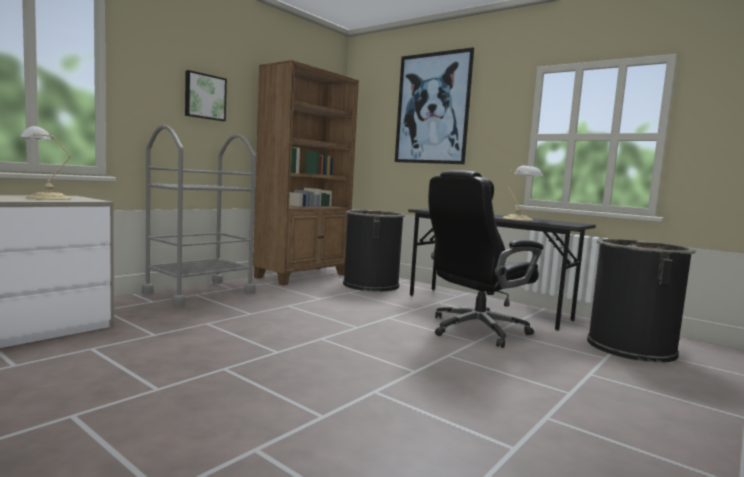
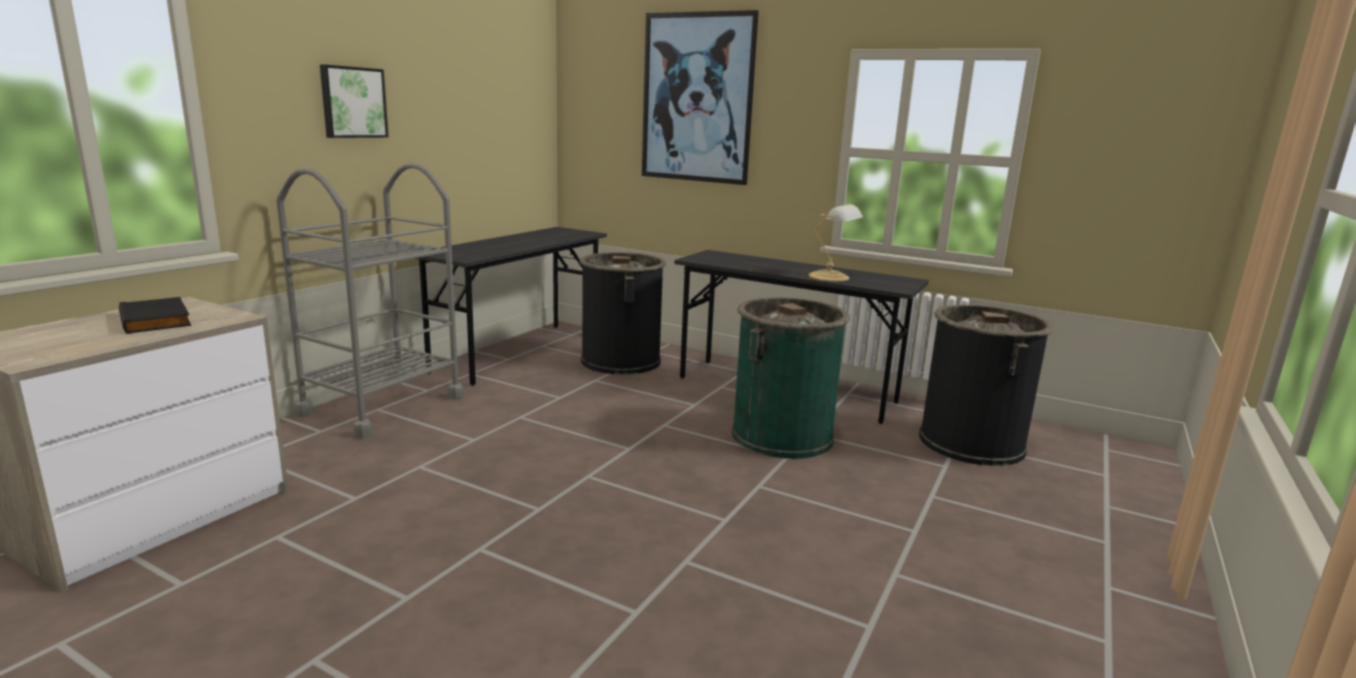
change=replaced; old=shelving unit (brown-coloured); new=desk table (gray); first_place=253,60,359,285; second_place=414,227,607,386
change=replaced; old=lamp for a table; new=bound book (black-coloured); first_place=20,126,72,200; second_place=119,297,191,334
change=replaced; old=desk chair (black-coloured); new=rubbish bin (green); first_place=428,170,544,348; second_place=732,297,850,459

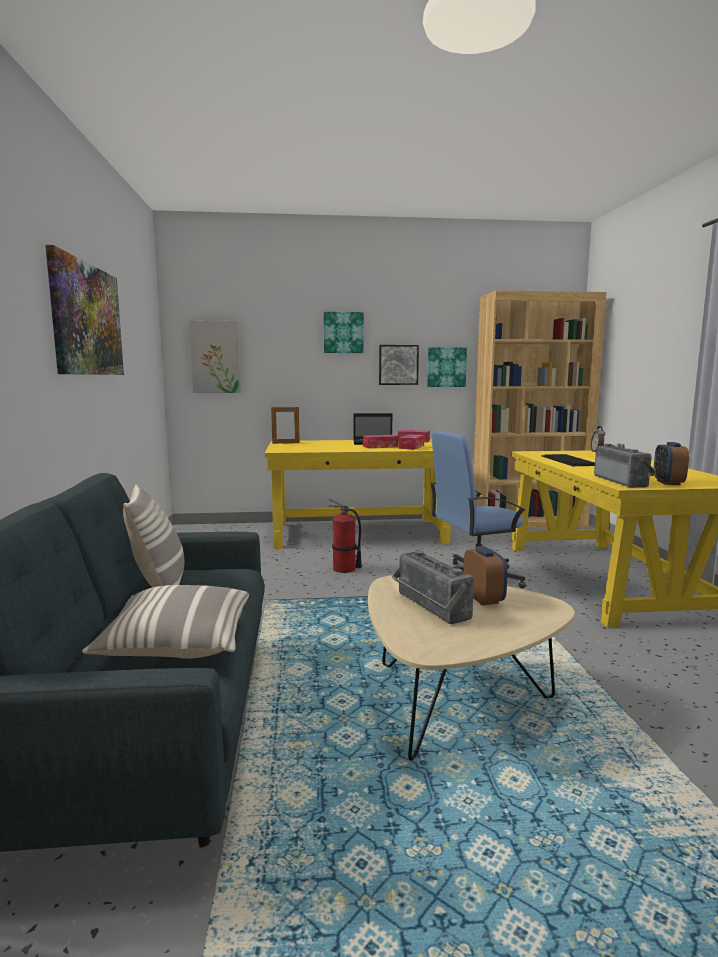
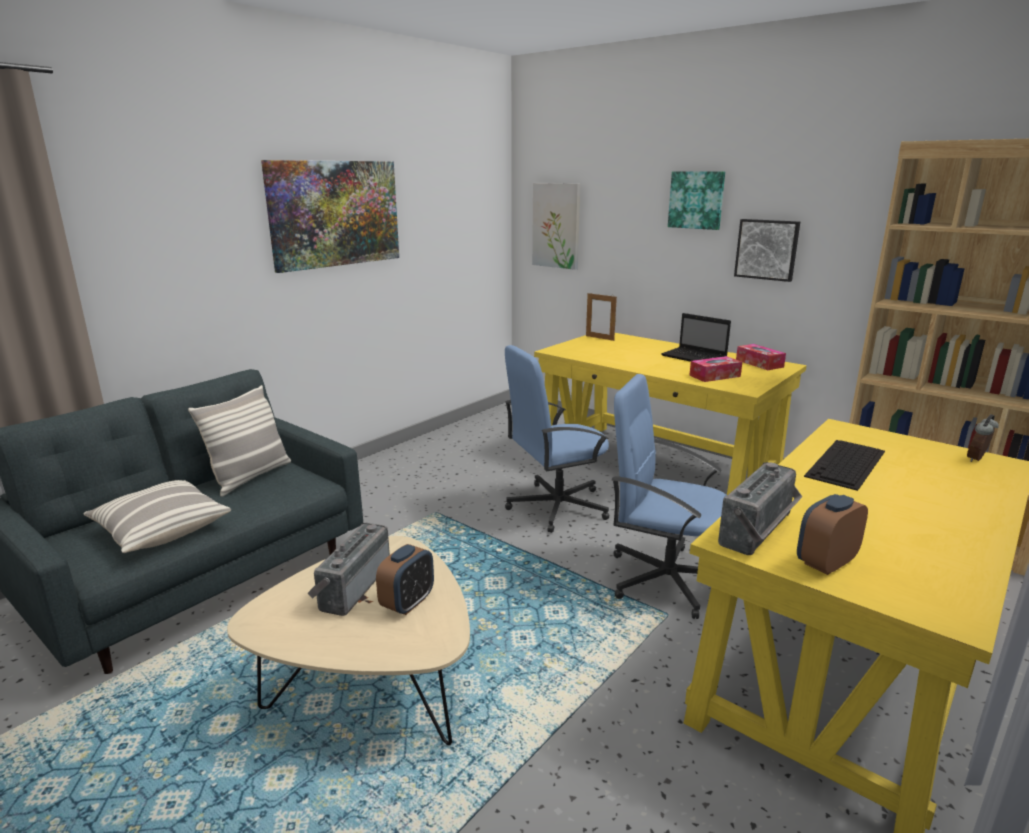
change=removed; old=wall art; first_place=427,347,467,387
change=removed; old=tissue holder; first_place=363,435,399,448
change=replaced; old=extinguisher; new=desk chair (bluish); first_place=328,498,362,573; second_place=505,345,610,533

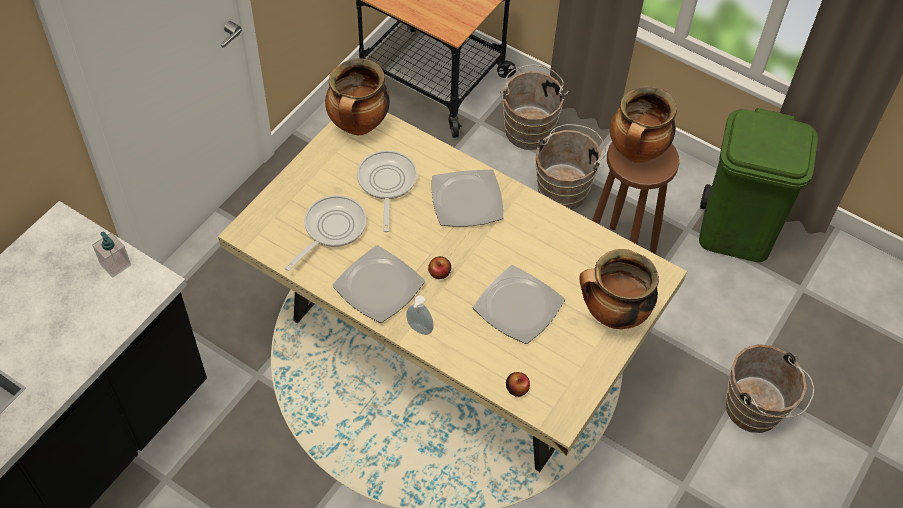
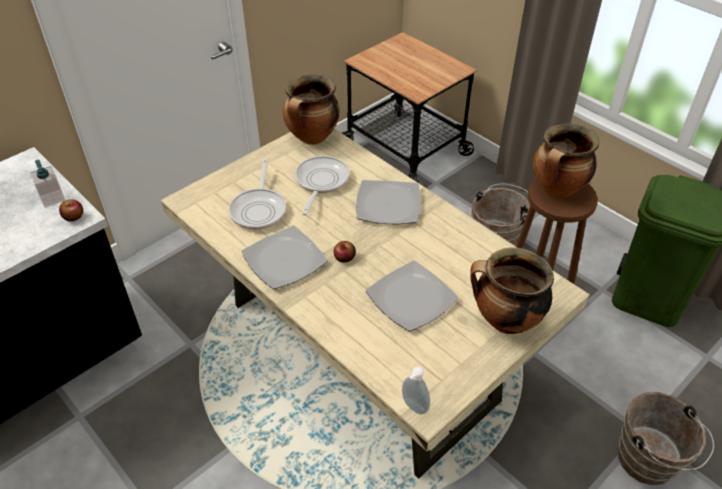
change=removed; old=bucket (brown-coloured); first_place=500,65,569,150
change=turned; old=pan; first_place=285,195,367,271; second_place=229,158,286,230; degrees=135
change=moved; old=soap dispenser; first_place=406,295,434,335; second_place=402,367,430,415
change=moved; old=apple; first_place=506,372,530,397; second_place=59,199,83,221

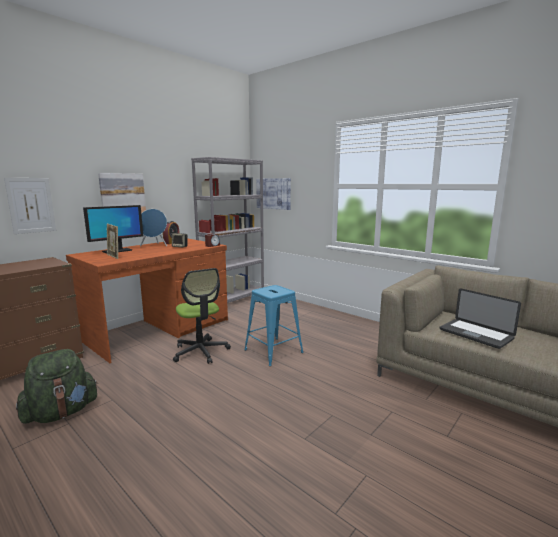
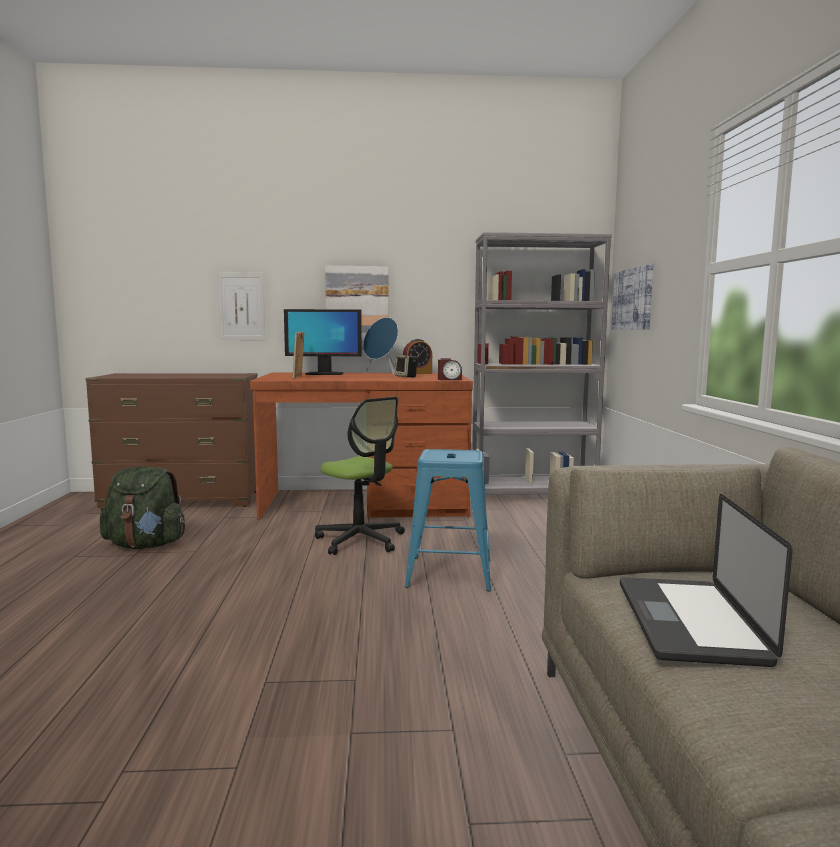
change=turned; old=desk chair; first_place=173,268,231,364; second_place=315,396,405,555; degrees=-60

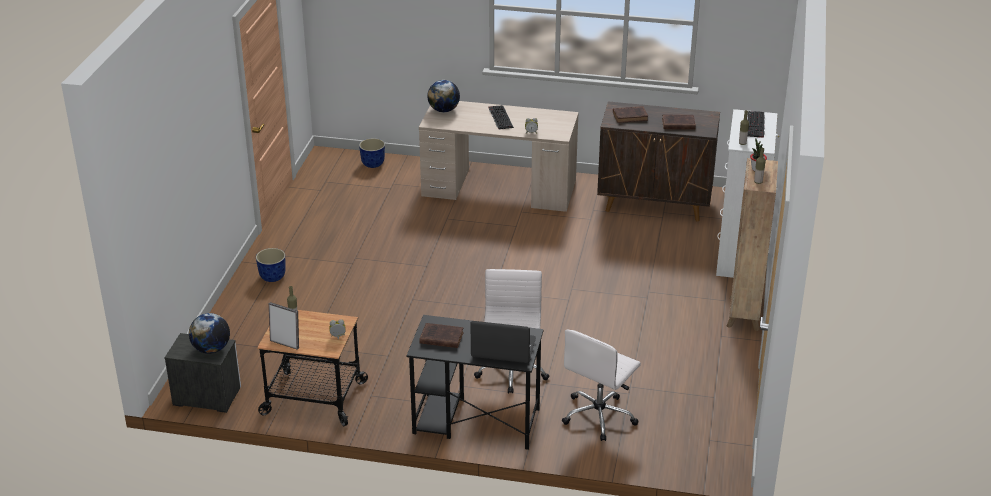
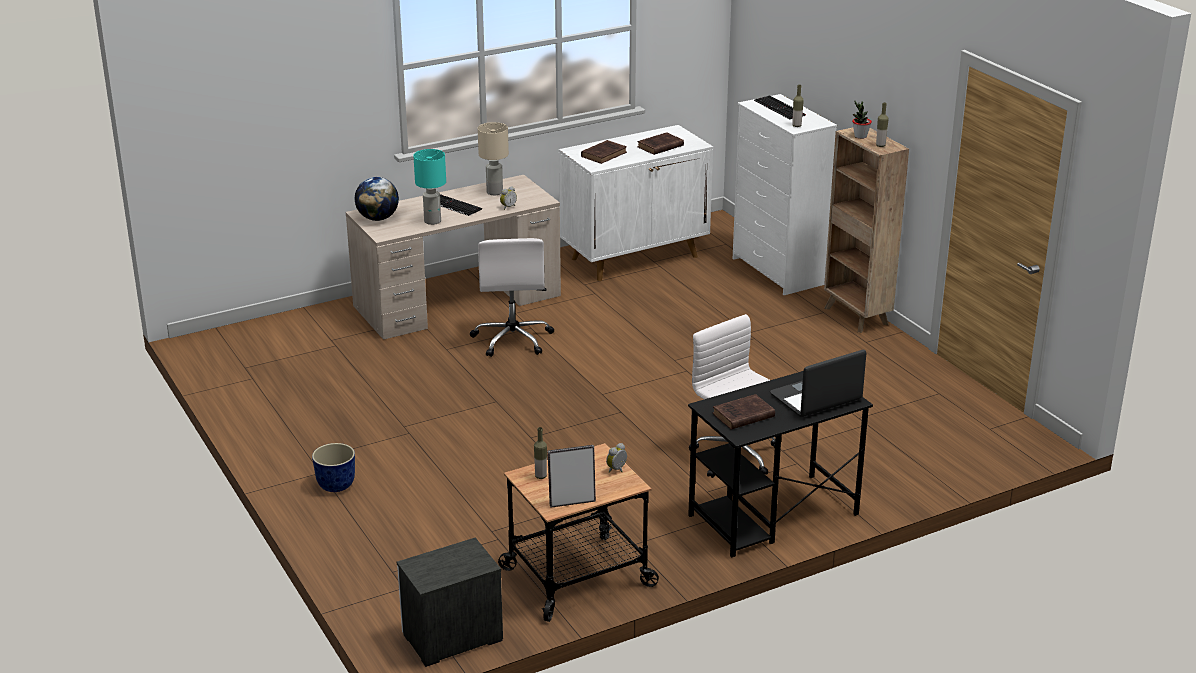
change=recoloured; old=cupboard (brown-coloured); new=cupboard (white); first_place=597,101,720,221; second_place=559,125,713,281
change=removed; old=planter; first_place=359,138,385,168
change=removed; old=world globe; first_place=189,313,230,354
change=moved; old=desk chair (white); first_place=562,329,641,441; second_place=470,238,554,357
change=added; new=lamp for a table (beige-coloured); second_place=478,122,509,195
change=added; new=lamp for a table (turquoise-coloured); second_place=413,149,446,225

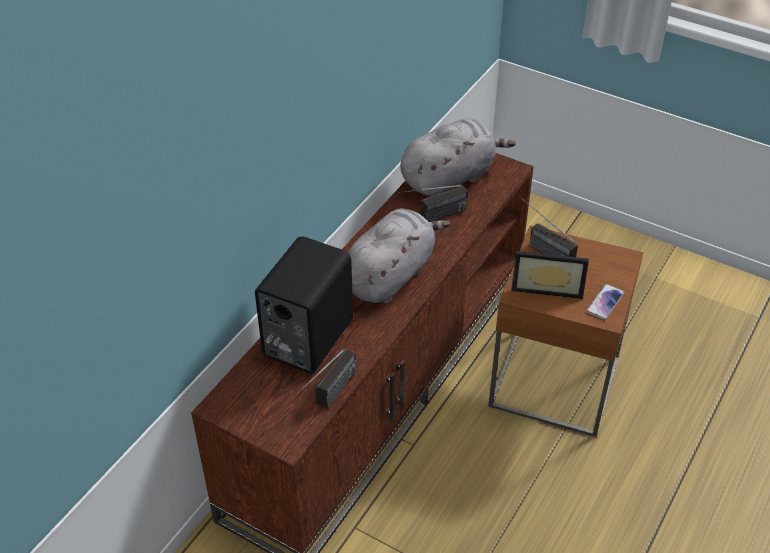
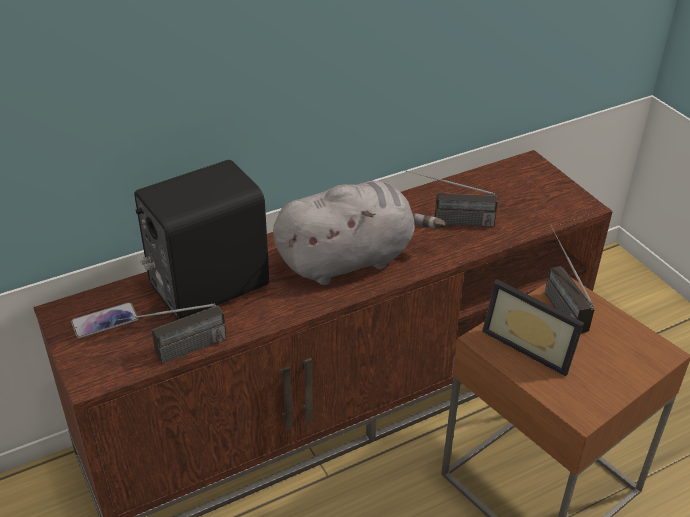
change=removed; old=plush toy (gray); first_place=400,118,516,196
change=moved; old=phone; first_place=587,284,624,320; second_place=71,302,139,338

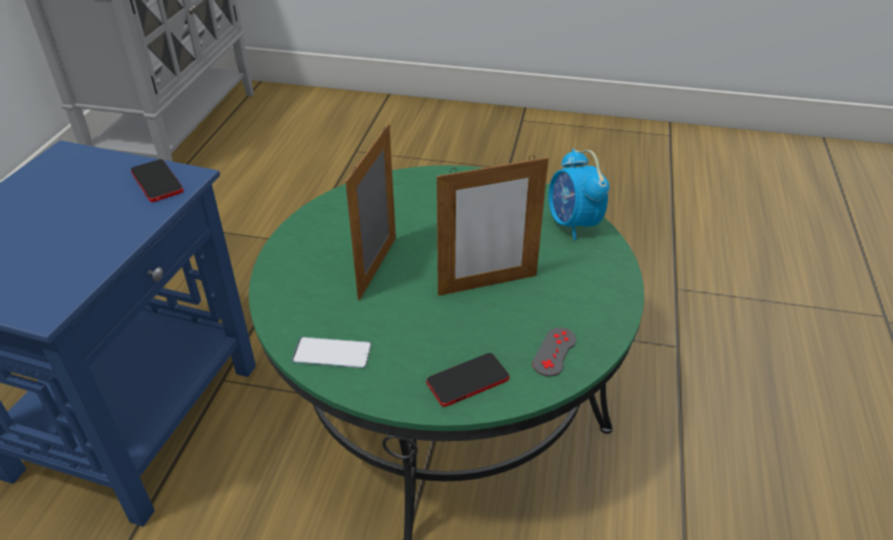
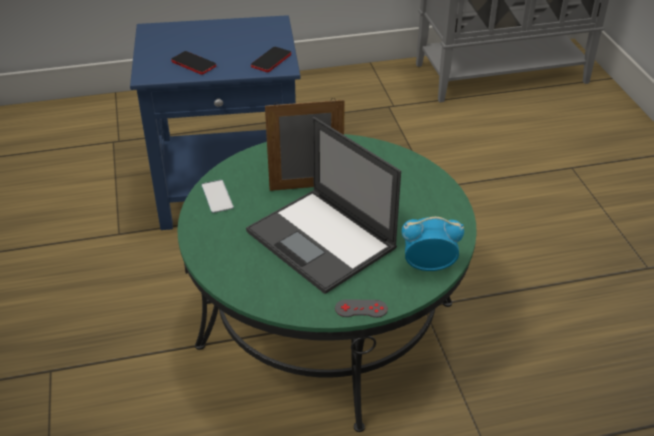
change=turned; old=table clock; first_place=548,149,609,240; second_place=402,217,464,271; degrees=45
change=replaced; old=picture frame; new=laptop; first_place=437,155,549,296; second_place=246,117,401,294
change=moved; old=gamepad (gray); first_place=532,327,576,377; second_place=335,299,388,318
change=moved; old=phone; first_place=426,353,510,407; second_place=171,51,216,75

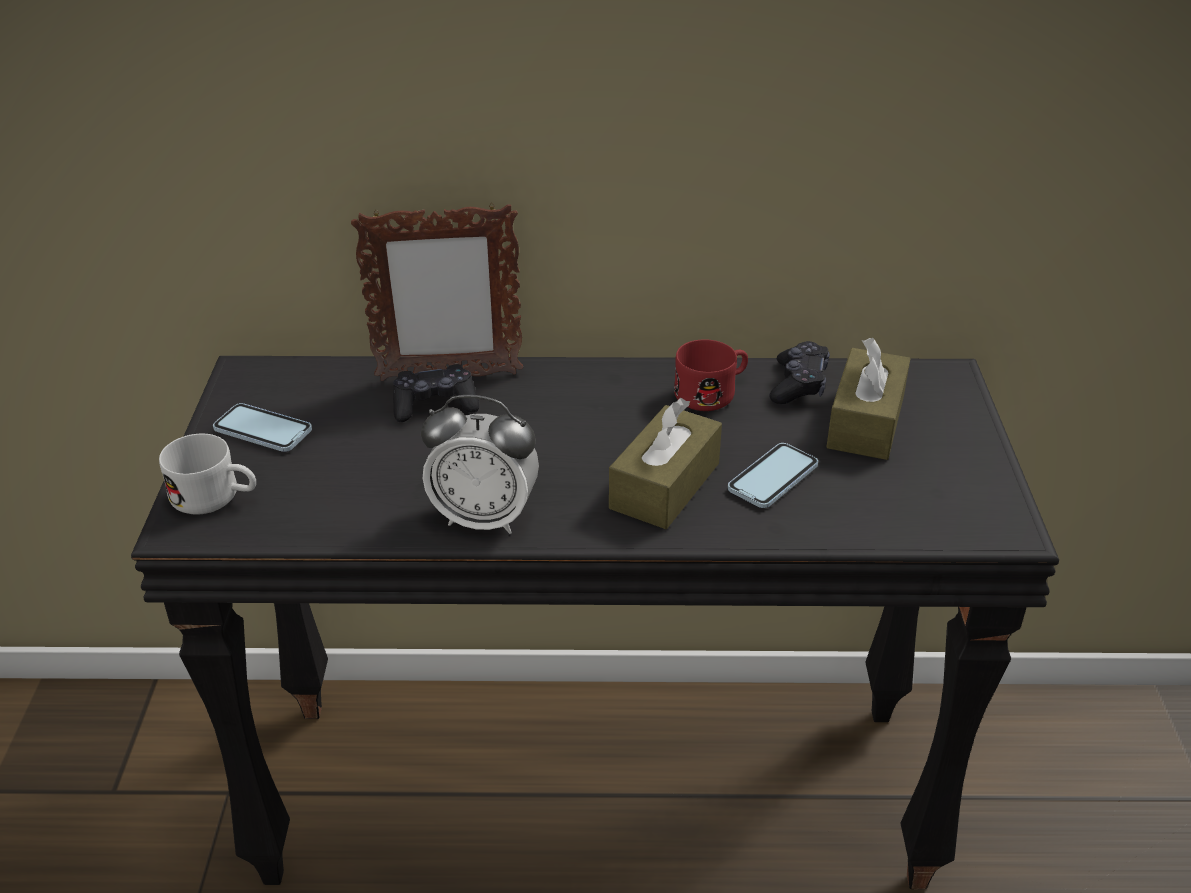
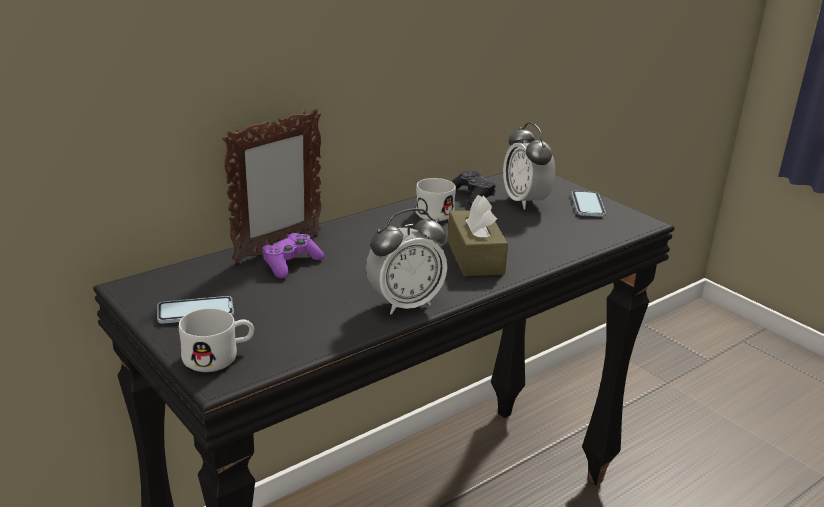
change=replaced; old=tissue holder (brown-coloured); new=table clock; first_place=827,338,910,460; second_place=503,122,555,210
change=recoloured; old=mug (red-coloured); new=mug (white); first_place=674,339,748,411; second_place=415,178,456,221
change=recoloured; old=gamepad (black-coloured); new=gamepad (purple); first_place=393,364,479,422; second_place=262,233,324,278
change=moved; old=phone; first_place=728,443,818,508; second_place=571,191,606,217

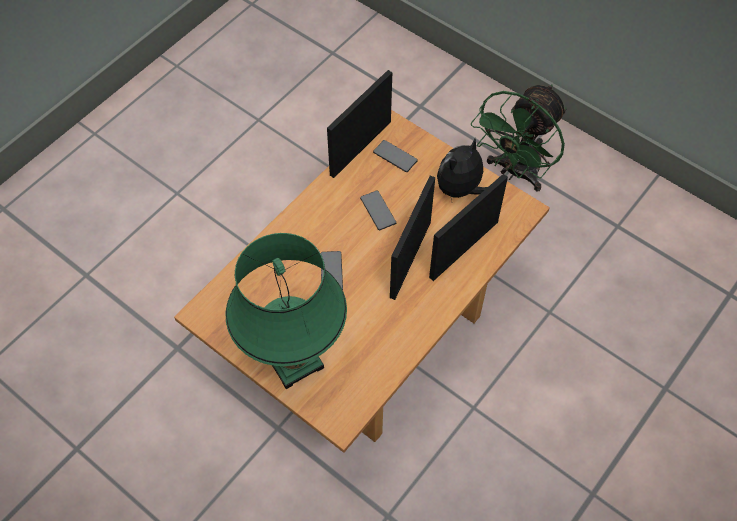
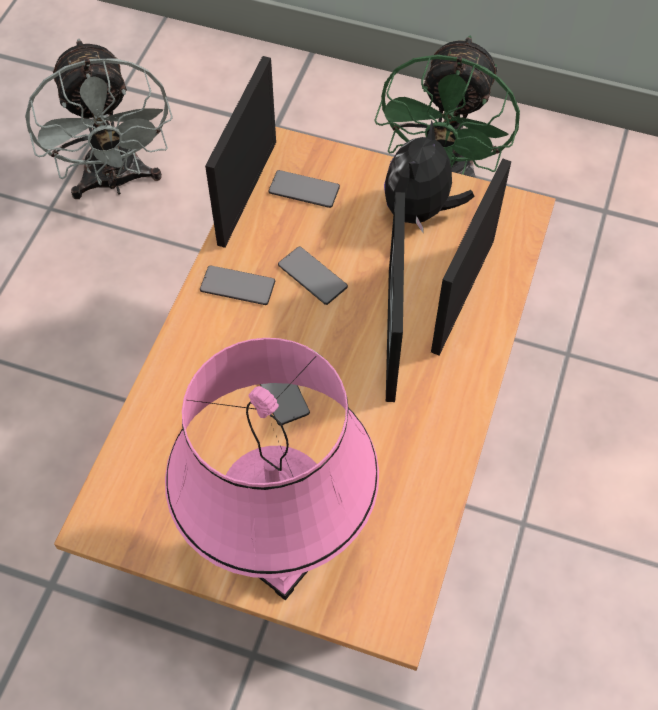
change=recoloured; old=lamp for a table (green); new=lamp for a table (pink); first_place=226,233,347,389; second_place=165,338,379,600
change=added; new=cooling fan (gray); second_place=25,39,173,199
change=added; new=phone; second_place=200,265,275,305

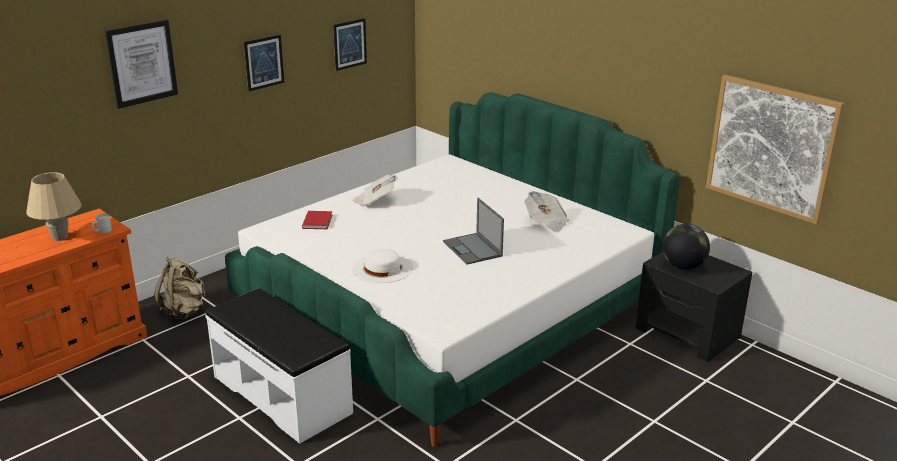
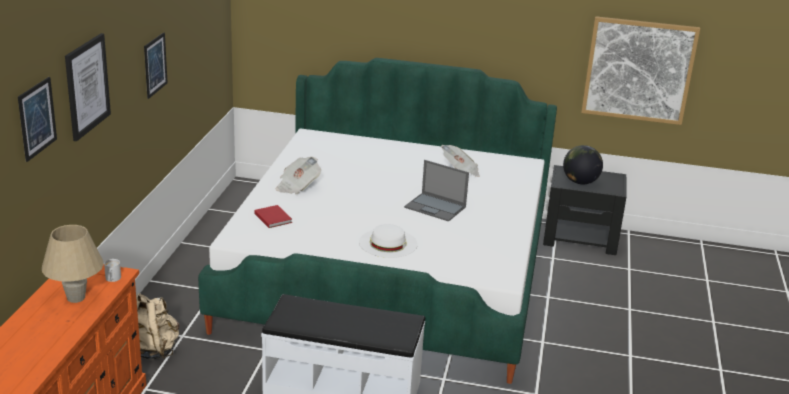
change=moved; old=wall art; first_place=333,18,367,71; second_place=18,77,57,162

